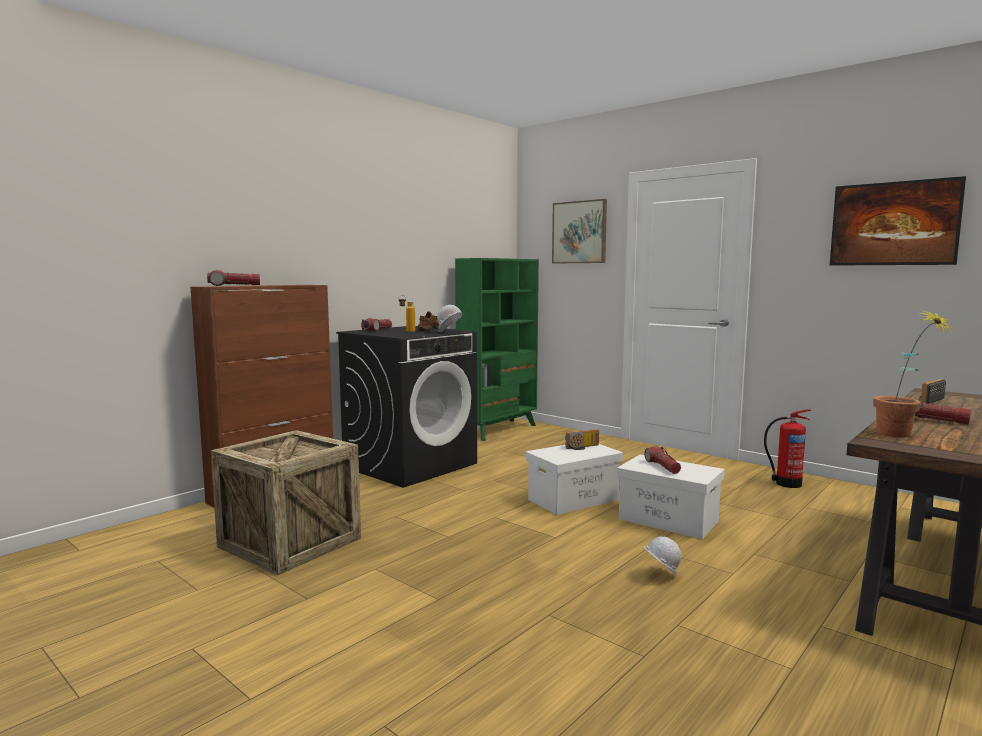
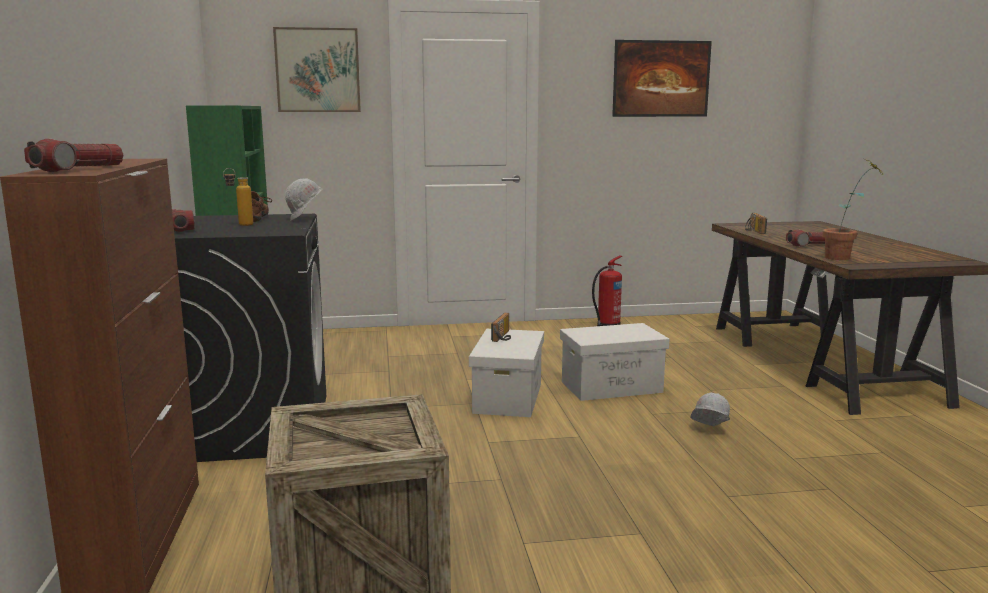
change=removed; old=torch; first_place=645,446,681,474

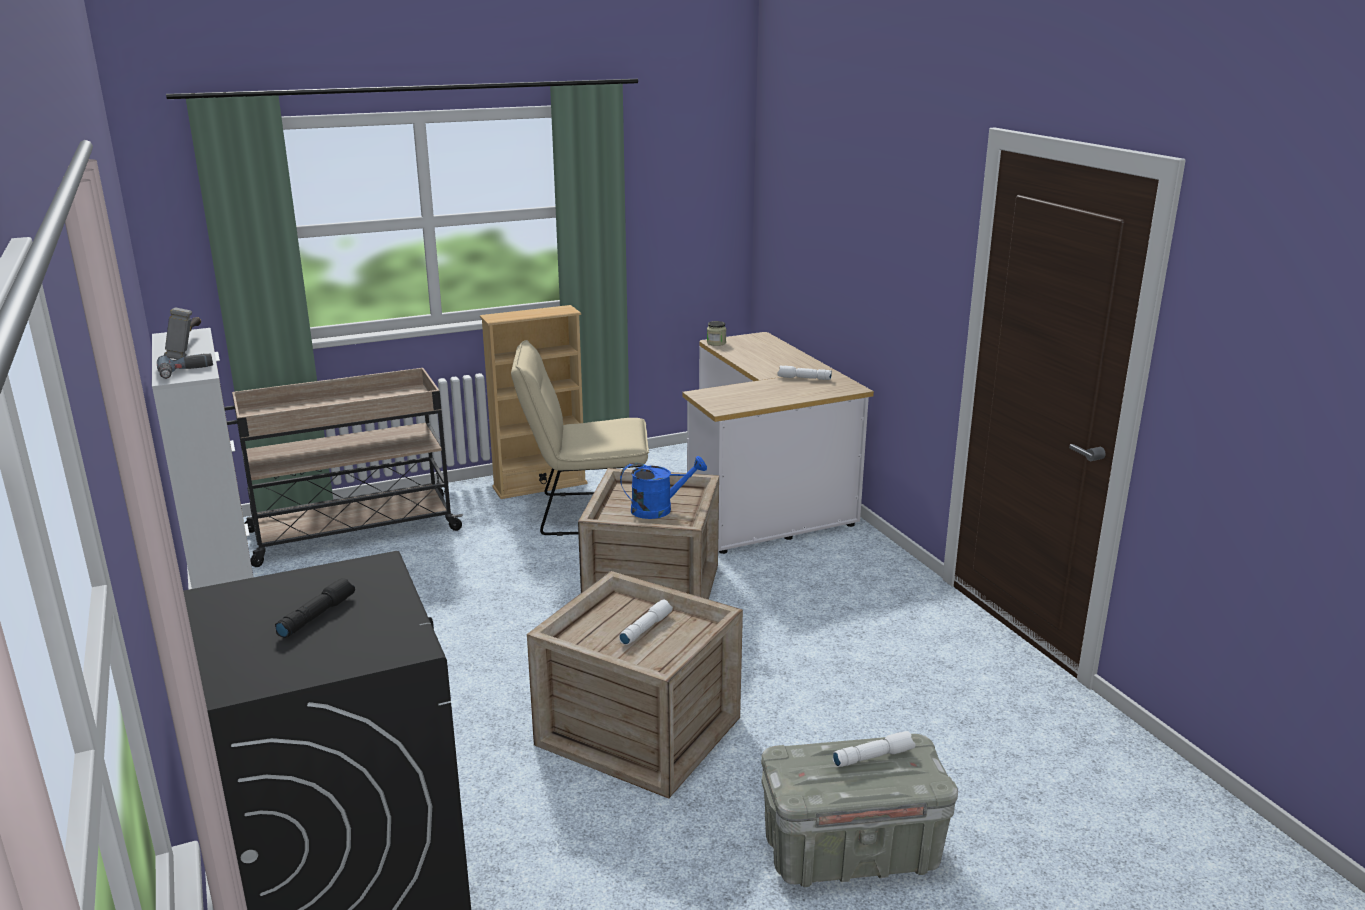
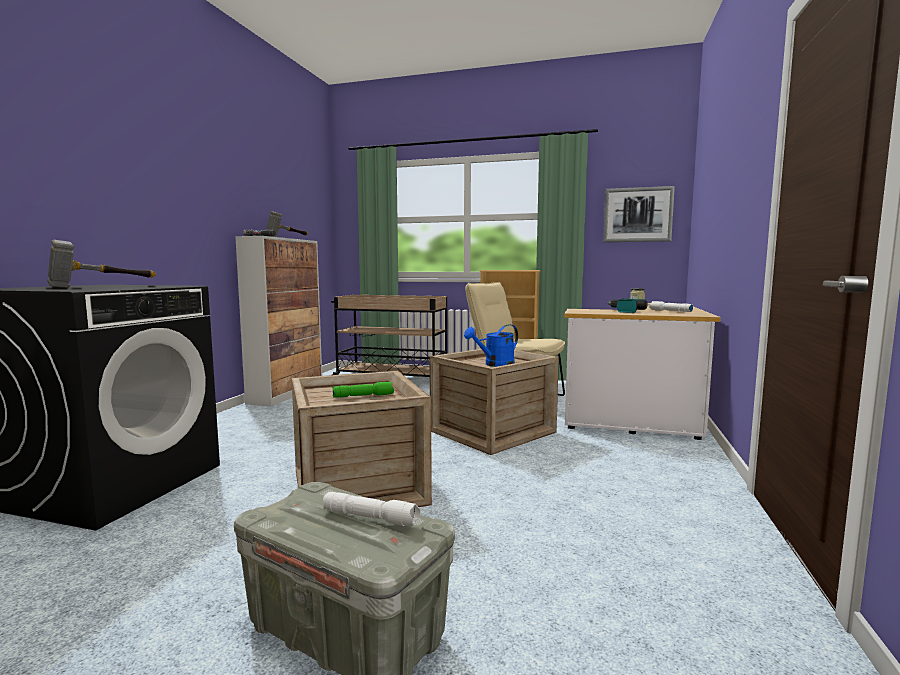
change=turned; old=watering pot (bluish); first_place=620,456,707,519; second_place=464,324,518,367; degrees=120
change=replaced; old=torch (black-coloured); new=hammer; first_place=275,578,355,638; second_place=47,240,156,288
change=recoloured; old=torch (white); new=torch (green); first_place=619,600,673,645; second_place=332,382,394,398
change=added; new=wall art; second_place=603,186,675,242
change=added; new=electric drill; second_place=607,298,648,313

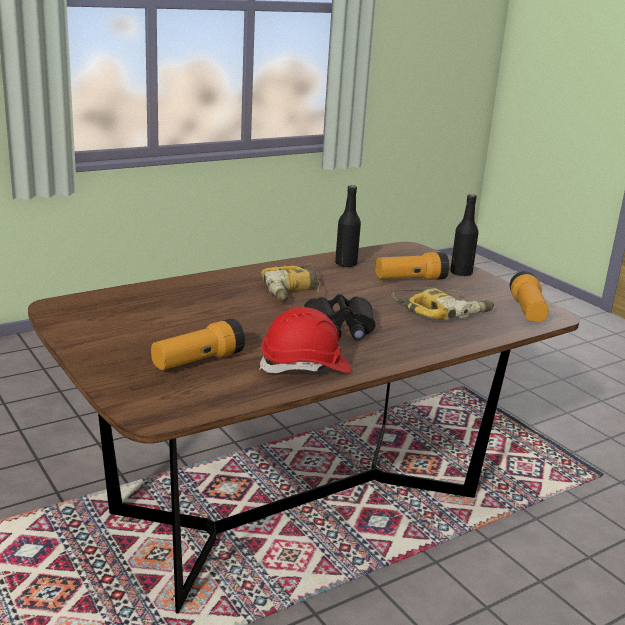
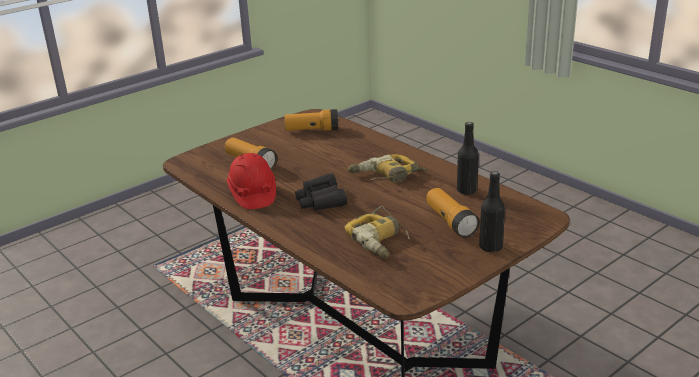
change=moved; old=torch; first_place=510,271,549,322; second_place=284,109,339,131

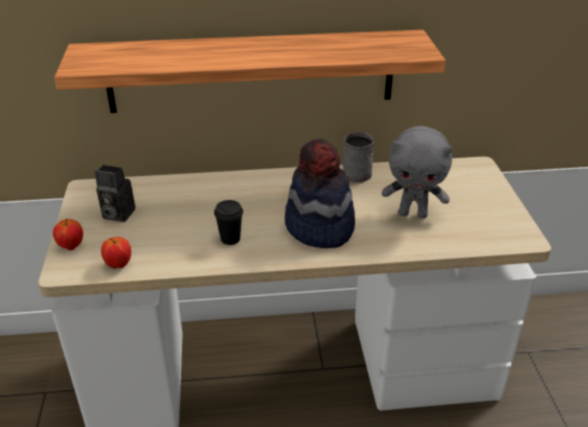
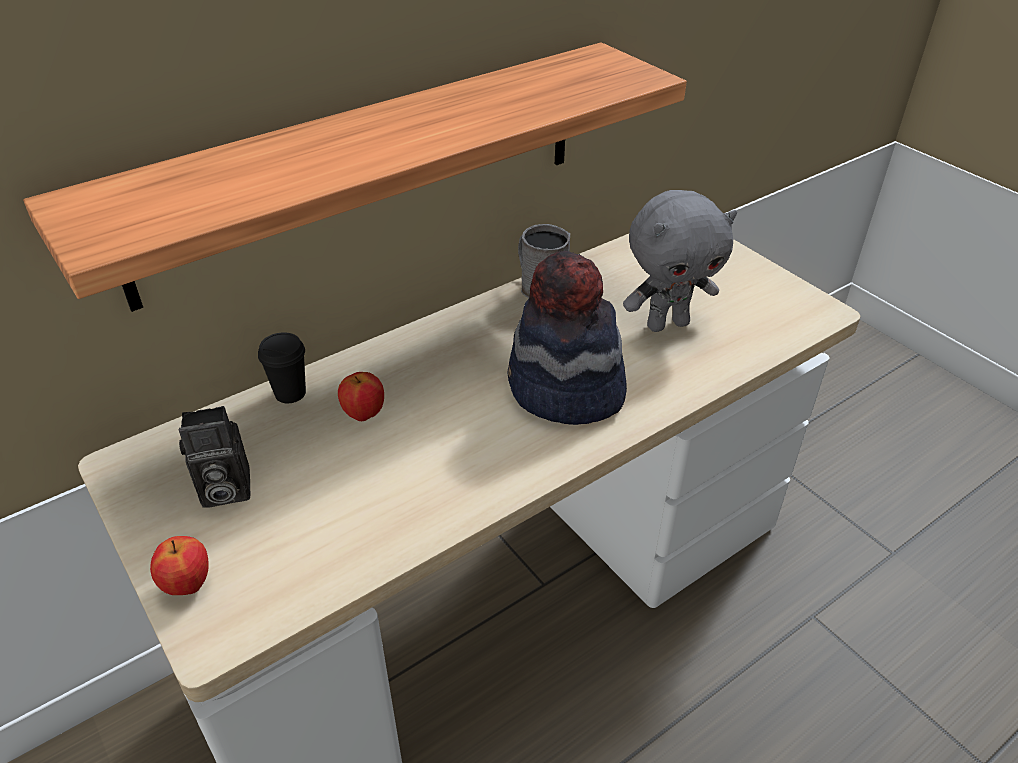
change=moved; old=small cup (black-coloured); first_place=214,200,243,245; second_place=258,332,306,403
change=moved; old=apple; first_place=101,237,131,269; second_place=338,372,384,421

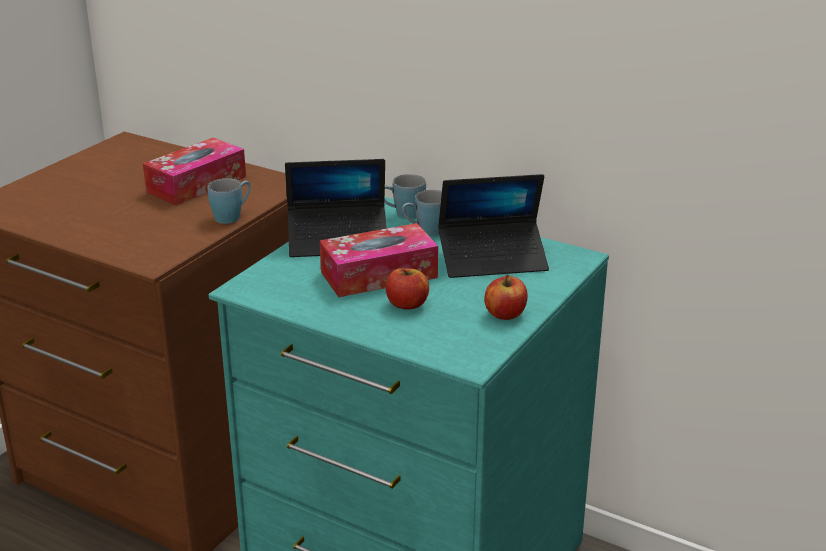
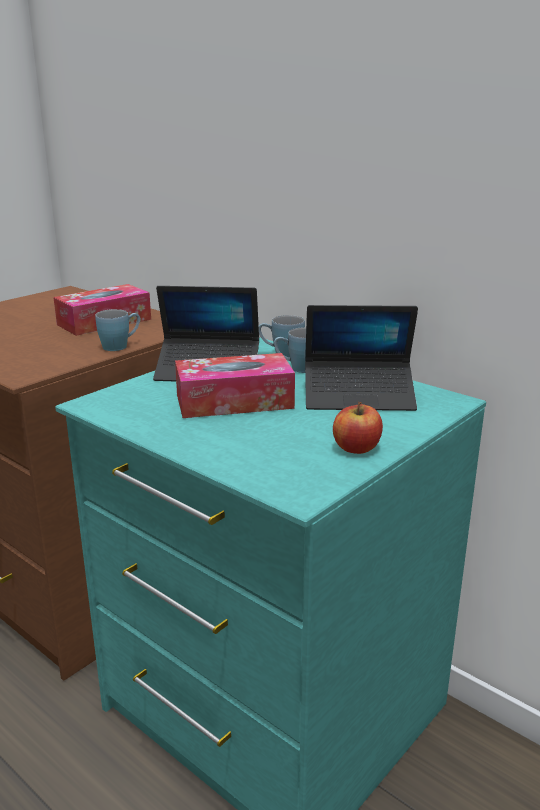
change=removed; old=apple; first_place=386,268,429,309

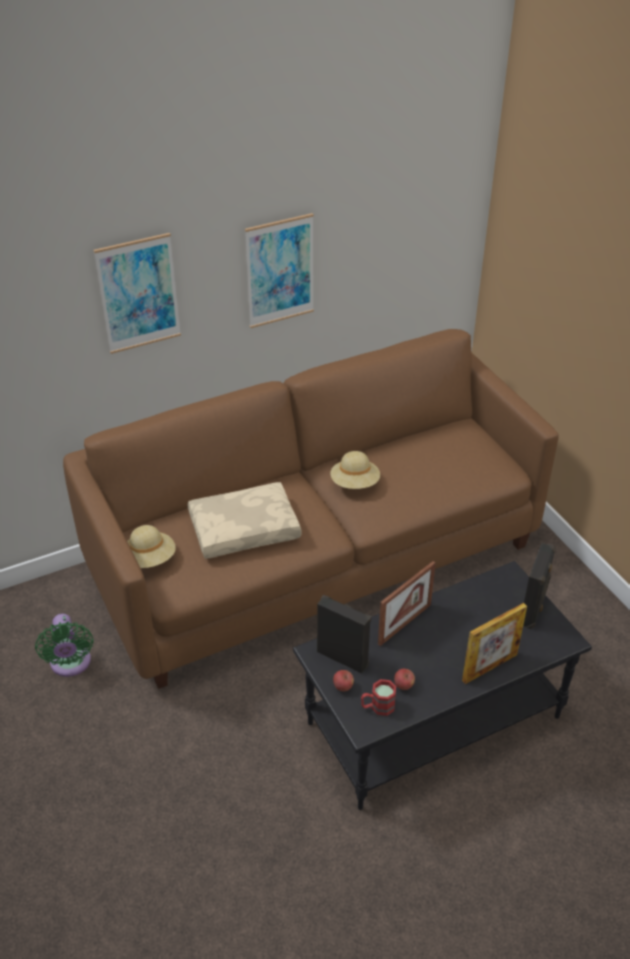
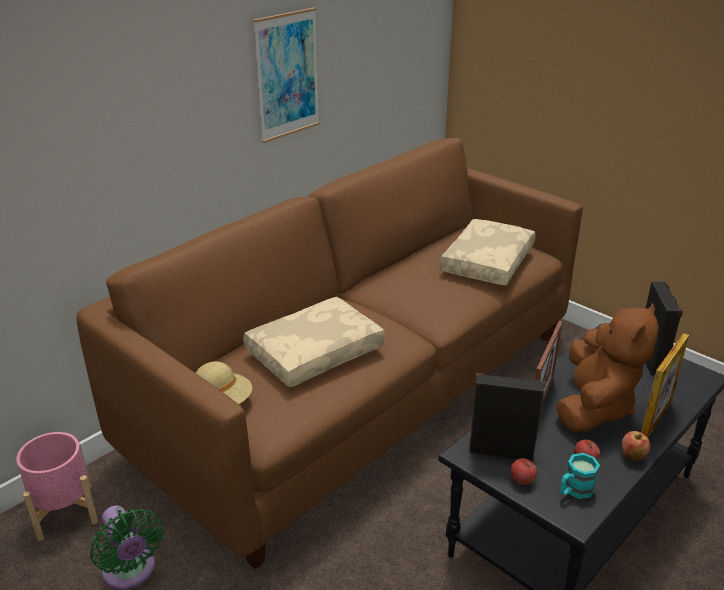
change=removed; old=wall art; first_place=94,233,181,354
change=removed; old=hat (beige-coloured); first_place=330,451,380,489
change=recoloured; old=mug (red-coloured); new=mug (turquoise-coloured); first_place=361,679,396,716; second_place=560,453,600,499
change=added; new=pillow (beige-coloured); second_place=440,219,536,285
change=added; new=plush toy (brown-coloured); second_place=556,303,659,432
change=added; new=apple; second_place=622,431,650,461
change=added; new=planter (pink); second_place=16,432,98,541

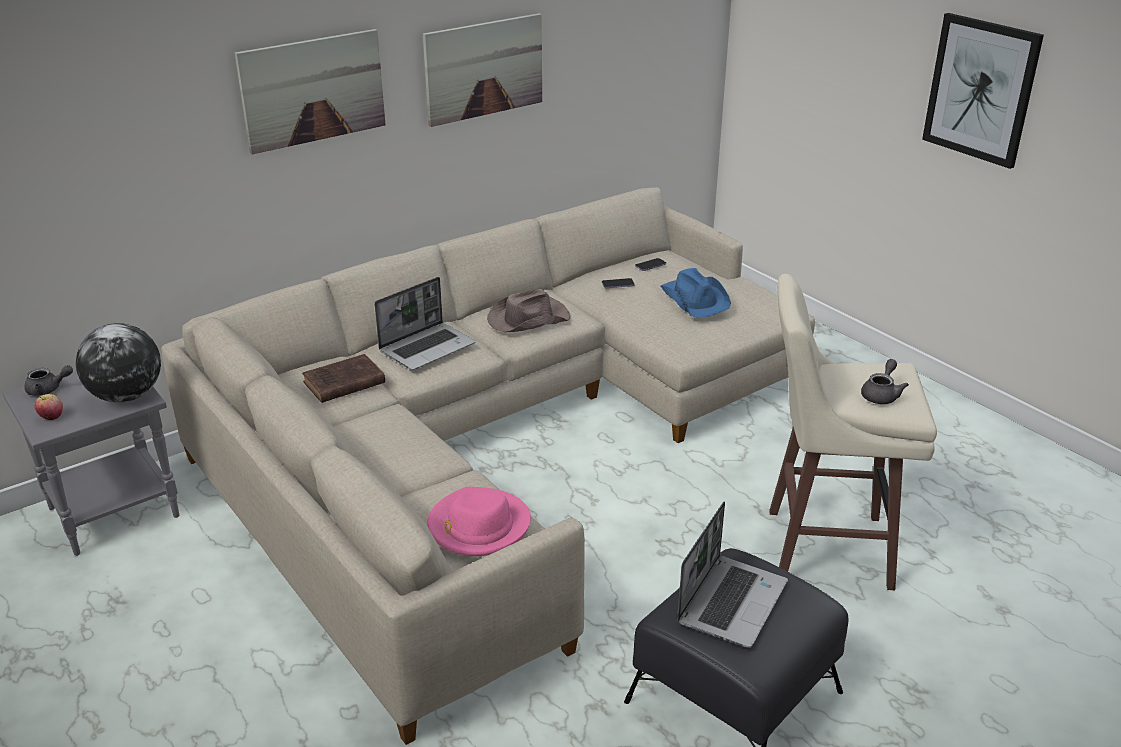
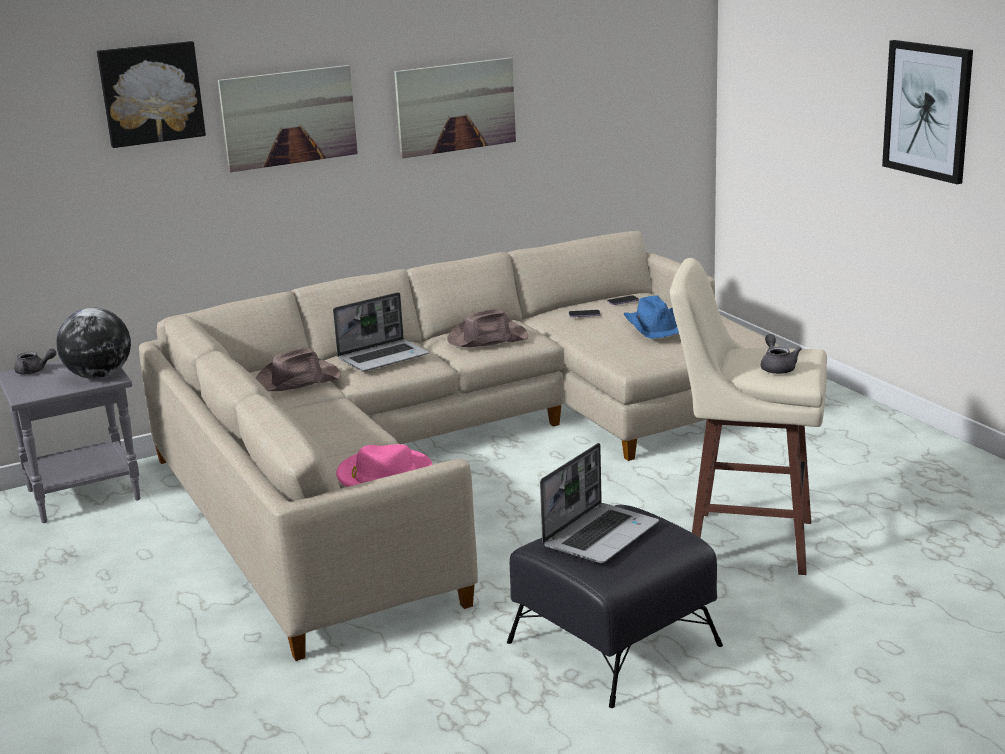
change=replaced; old=bound book (brown-coloured); new=hat (brown-coloured); first_place=302,354,385,403; second_place=255,348,341,391
change=turned; old=pot for tea (gray); first_place=861,359,909,404; second_place=761,334,801,374; degrees=-45
change=removed; old=apple; first_place=34,394,63,420
change=added; new=wall art; second_place=97,41,206,148

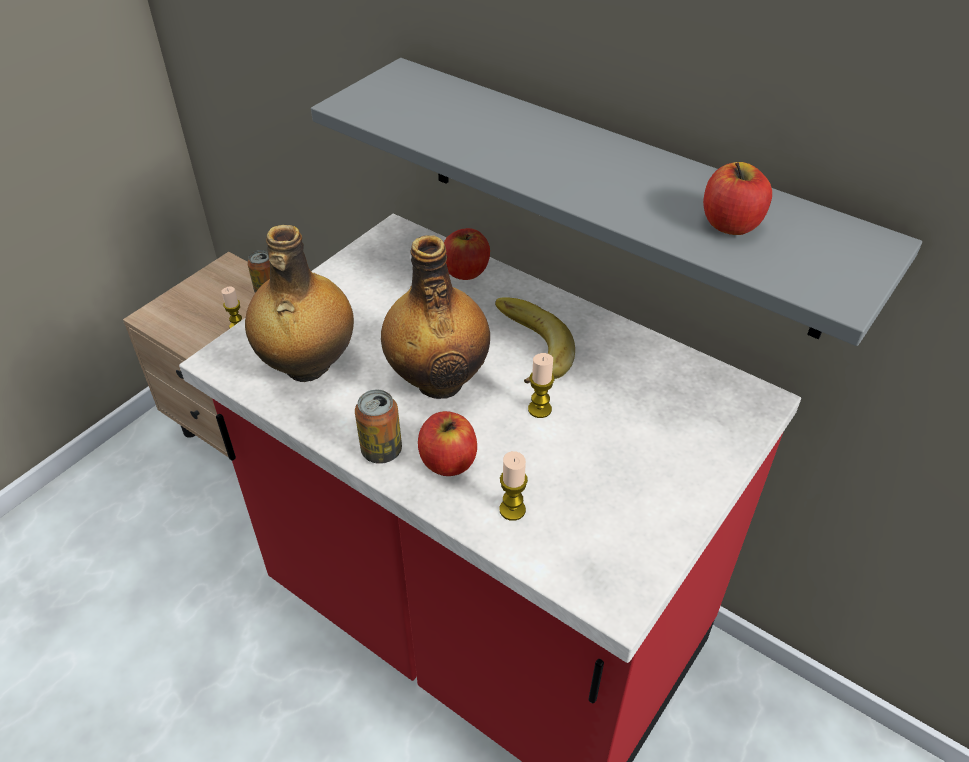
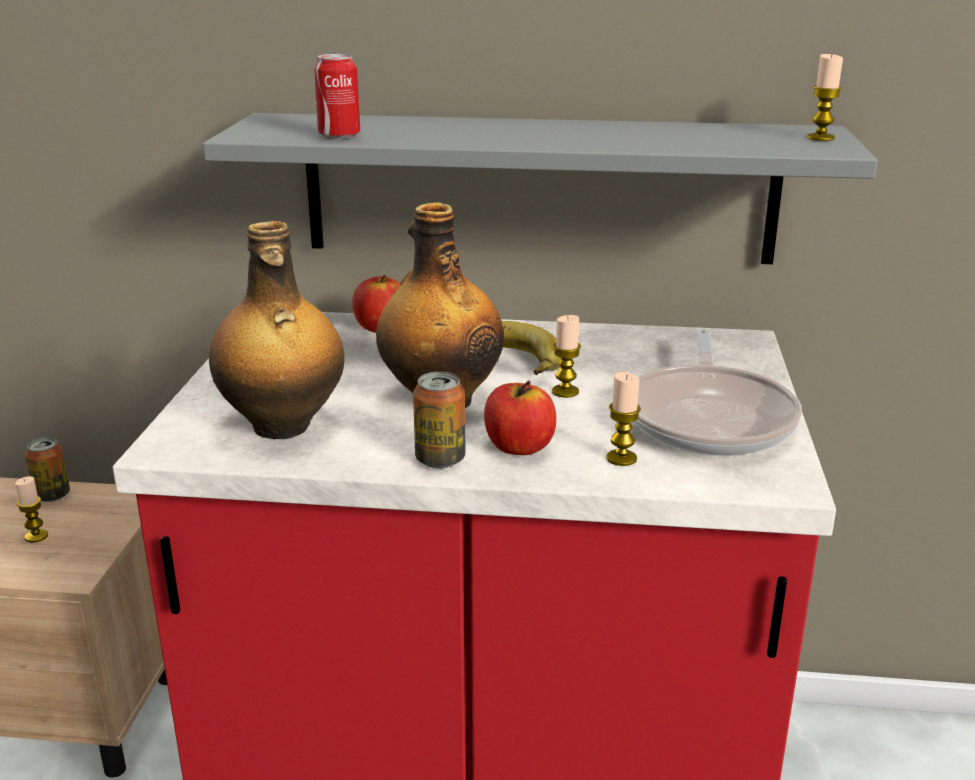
change=removed; old=apple; first_place=703,162,772,235
change=added; new=can; second_place=314,54,360,139
change=added; new=candle; second_place=807,54,843,141
change=added; new=pan; second_place=633,329,802,456

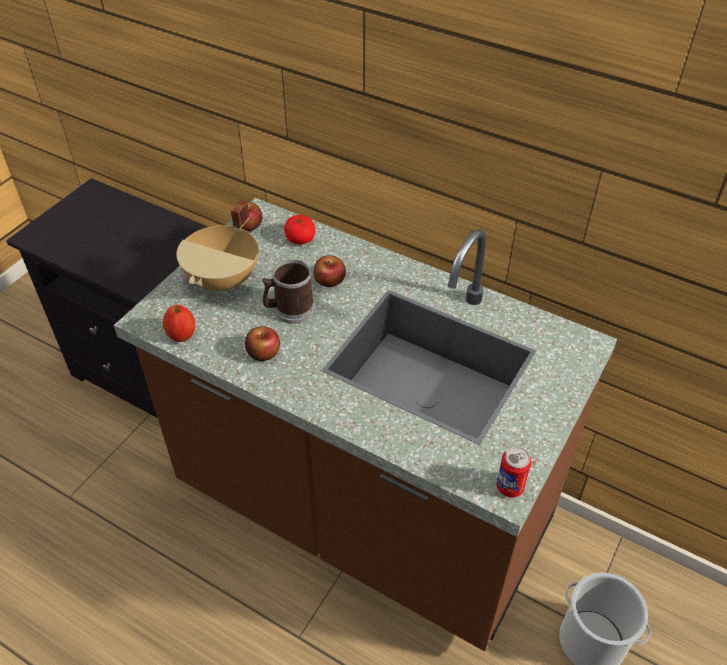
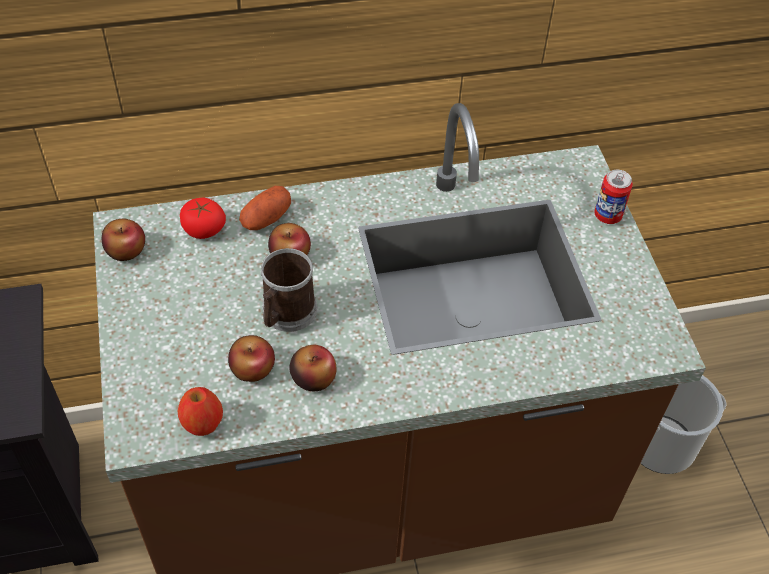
change=removed; old=saucepot (beige-coloured); first_place=177,200,258,293
change=moved; old=can; first_place=496,447,532,497; second_place=594,170,633,224
change=added; new=whole potato; second_place=239,186,291,230
change=added; new=apple; second_place=228,335,275,382

